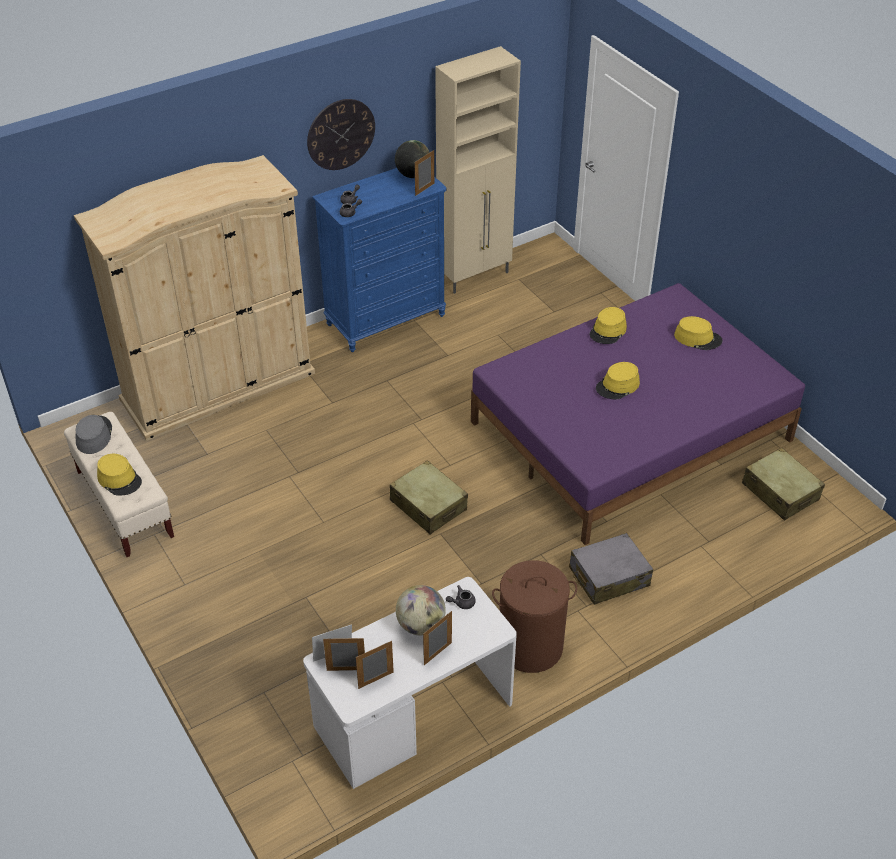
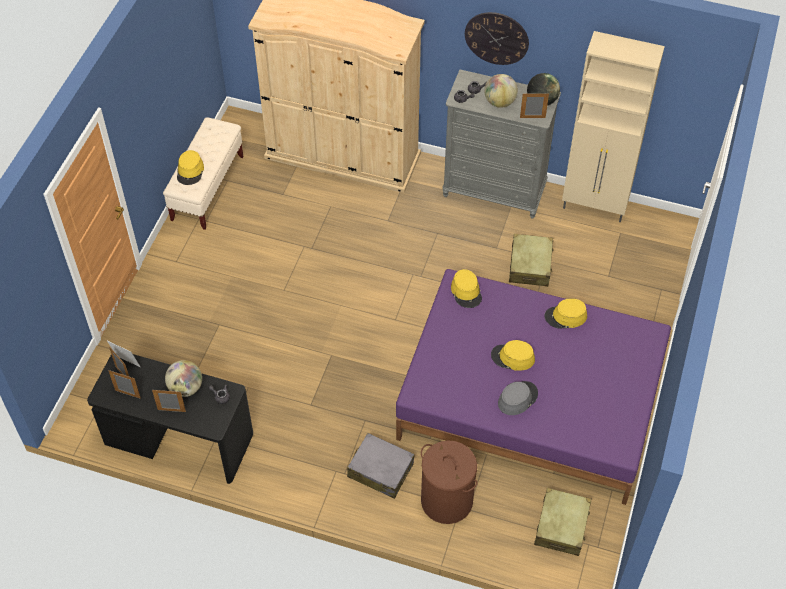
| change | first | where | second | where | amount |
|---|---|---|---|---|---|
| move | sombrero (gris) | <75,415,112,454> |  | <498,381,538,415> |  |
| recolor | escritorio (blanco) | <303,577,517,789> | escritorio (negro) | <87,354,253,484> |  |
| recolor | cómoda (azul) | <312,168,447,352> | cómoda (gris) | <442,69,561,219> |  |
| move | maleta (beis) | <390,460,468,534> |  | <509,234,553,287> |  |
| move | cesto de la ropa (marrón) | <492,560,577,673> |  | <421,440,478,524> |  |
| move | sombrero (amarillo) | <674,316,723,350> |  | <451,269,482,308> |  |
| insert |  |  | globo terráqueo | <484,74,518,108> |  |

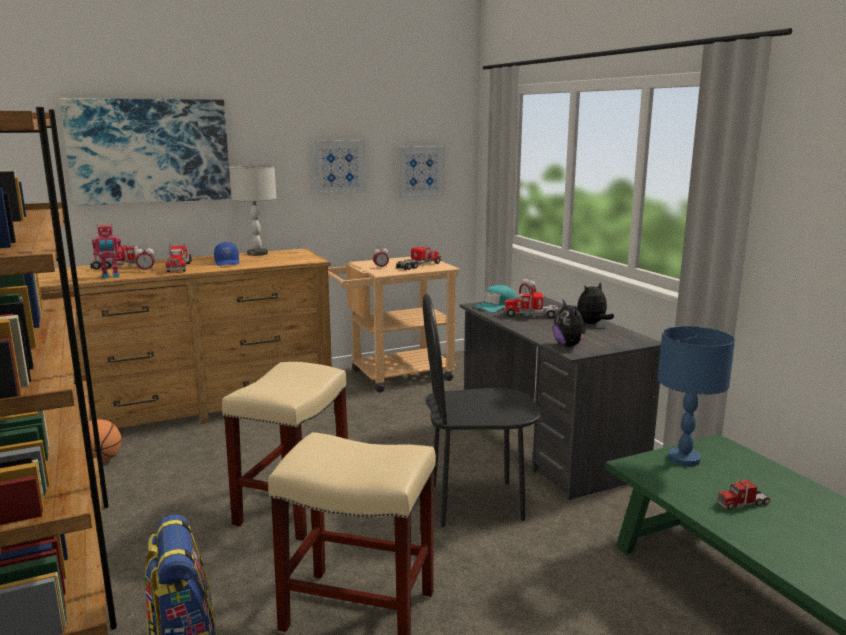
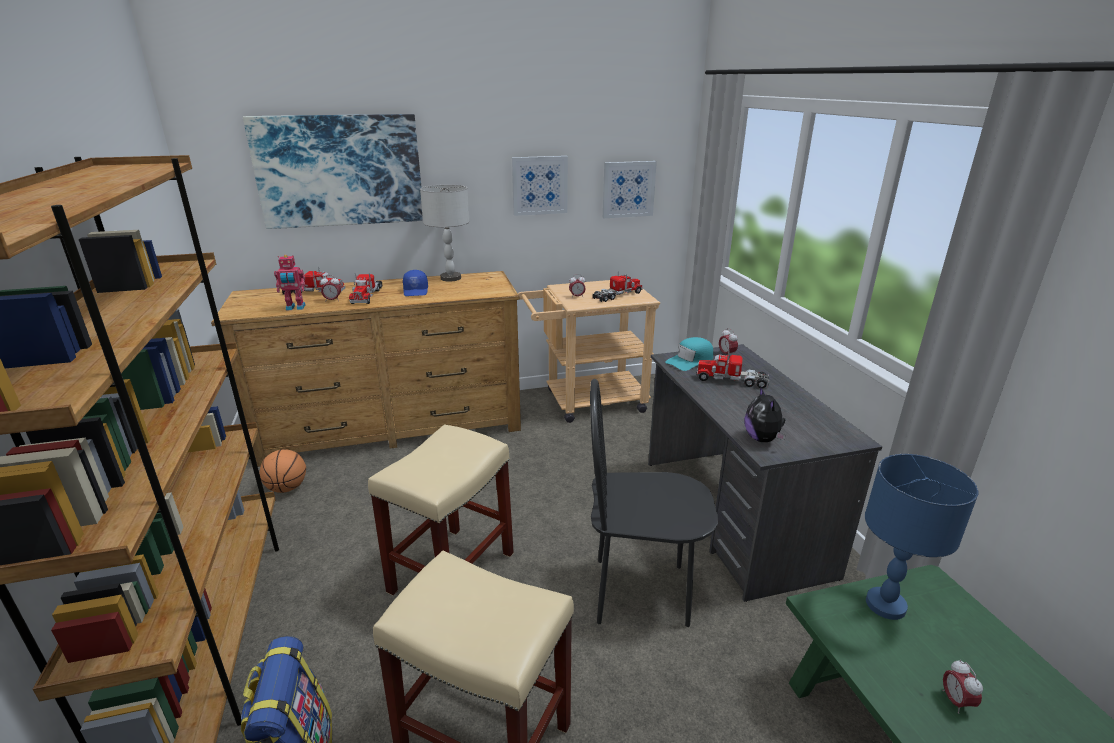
| change | first | where | second | where | amount |
|---|---|---|---|---|---|
| delete | peluche | <577,282,614,324> |  |  |  |
| replace | camión de juguete | <717,477,770,510> | despertador | <942,660,983,714> |  |

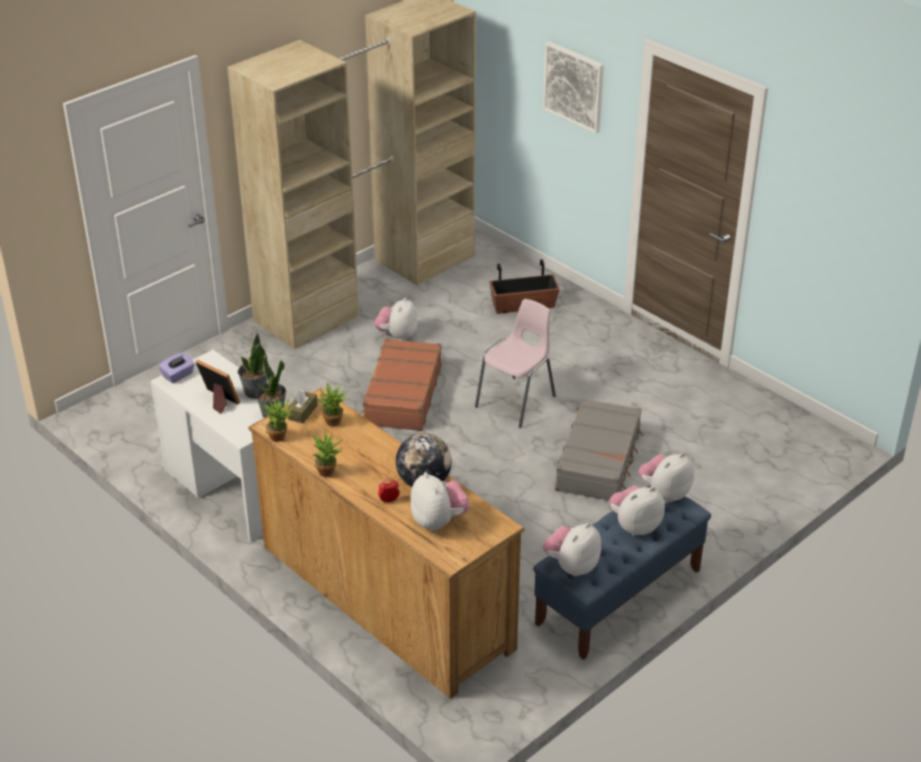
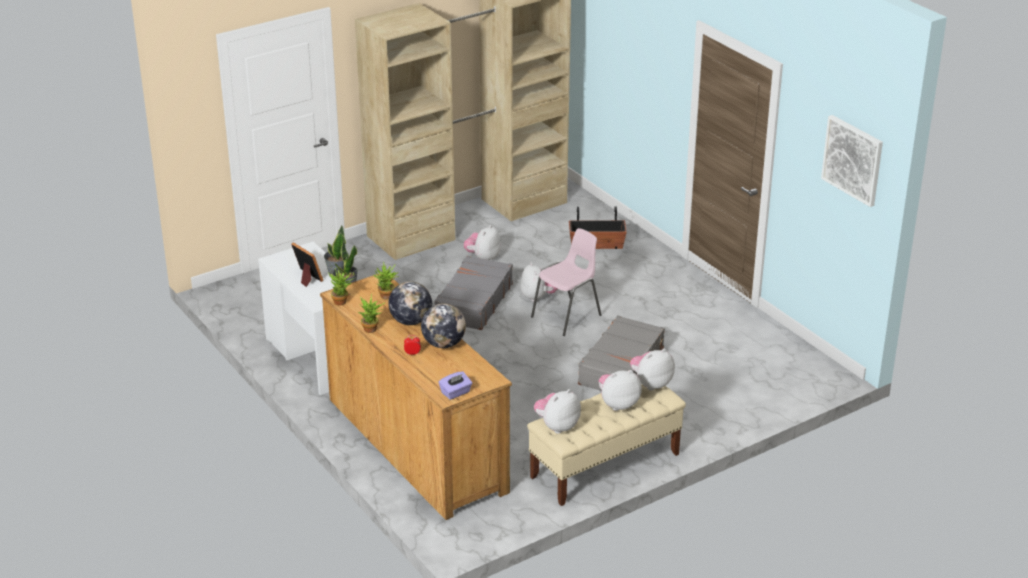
| change | first | where | second | where | amount |
|---|---|---|---|---|---|
| move | caja de pañuelos (morado) | <158,352,195,383> |  | <439,371,472,400> |  |
| delete | caja de pañuelos (marrón) | <287,389,318,424> |  |  |  |
| recolor | maleta (marrón) | <361,338,442,431> | maleta (gris) | <434,256,513,330> |  |
| move | peluche | <411,472,470,531> |  | <521,262,557,302> |  |
| recolor | banco (azul) | <533,484,711,660> | banco (beis) | <527,384,686,506> |  |
| move | cuadro | <543,41,604,134> |  | <821,115,883,207> |  |
| insert |  |  | globo terráqueo | <388,281,432,325> |  |

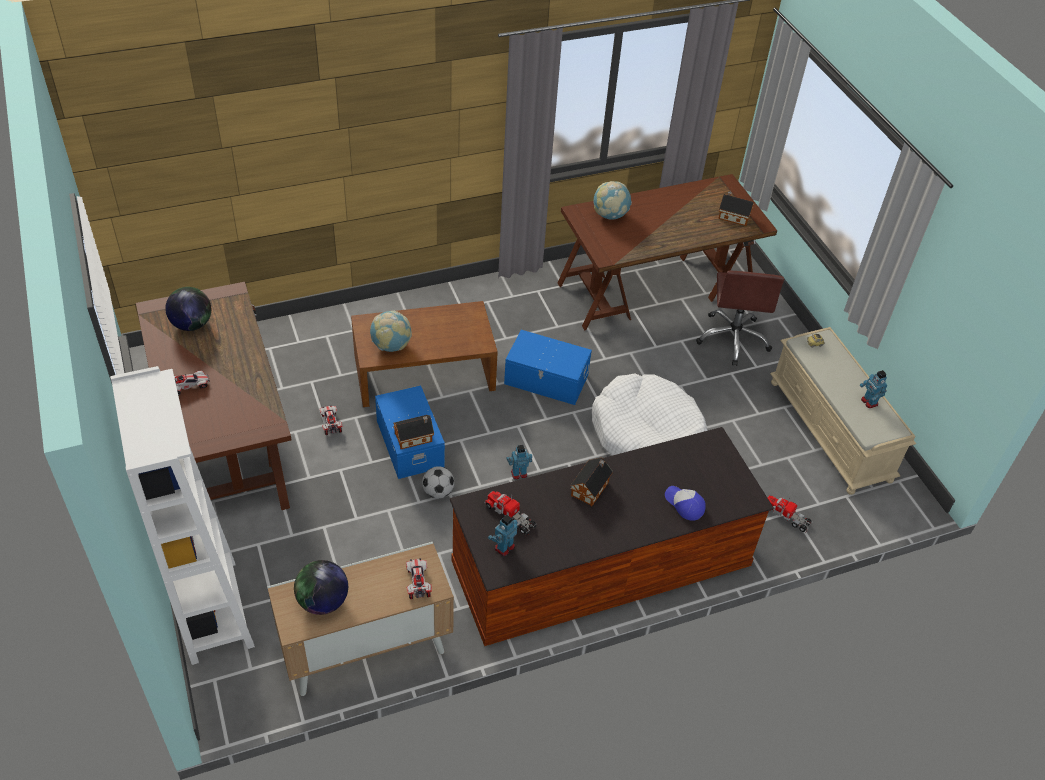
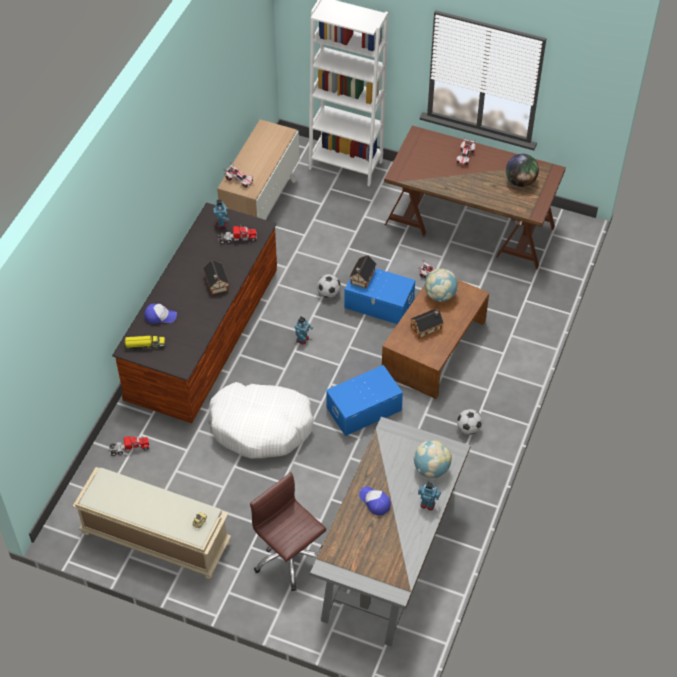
| change | first | where | second | where | amount |
|---|---|---|---|---|---|
| delete | globo terráqueo | <294,560,348,615> |  |  |  |
| recolor | escritorio (marrón) | <558,174,777,330> | escritorio (gris) | <310,417,470,646> |  |
| move | casita | <718,191,754,226> |  | <410,309,444,339> |  |
| move | robot de juguete | <860,370,887,408> |  | <418,482,441,511> |  |
| insert |  |  | camión de juguete | <124,335,165,350> |  |
| insert |  |  | gorra | <359,486,391,515> |  |
| insert |  |  | balón de fútbol | <457,409,483,435> |  |

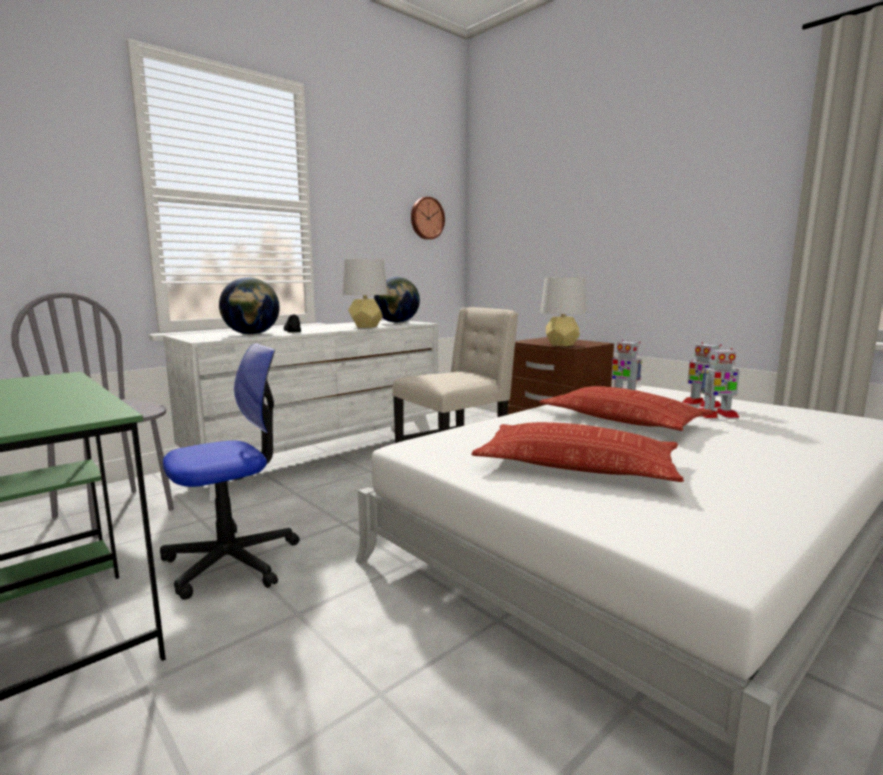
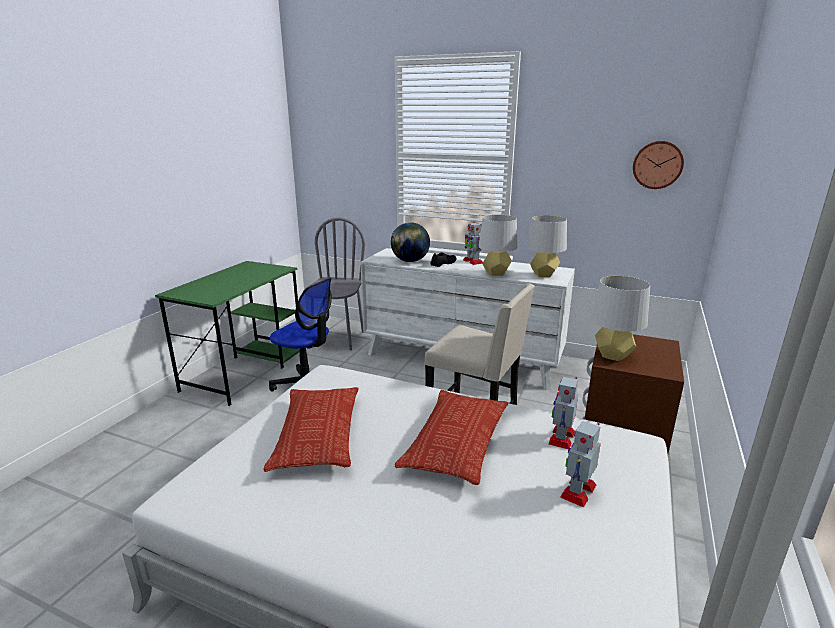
| change | first | where | second | where | amount |
|---|---|---|---|---|---|
| replace | globo terráqueo | <374,277,420,323> | lámpara de mesa (gris) | <527,215,567,277> |  |
| move | robot de juguete | <699,348,740,418> |  | <463,222,483,265> |  |

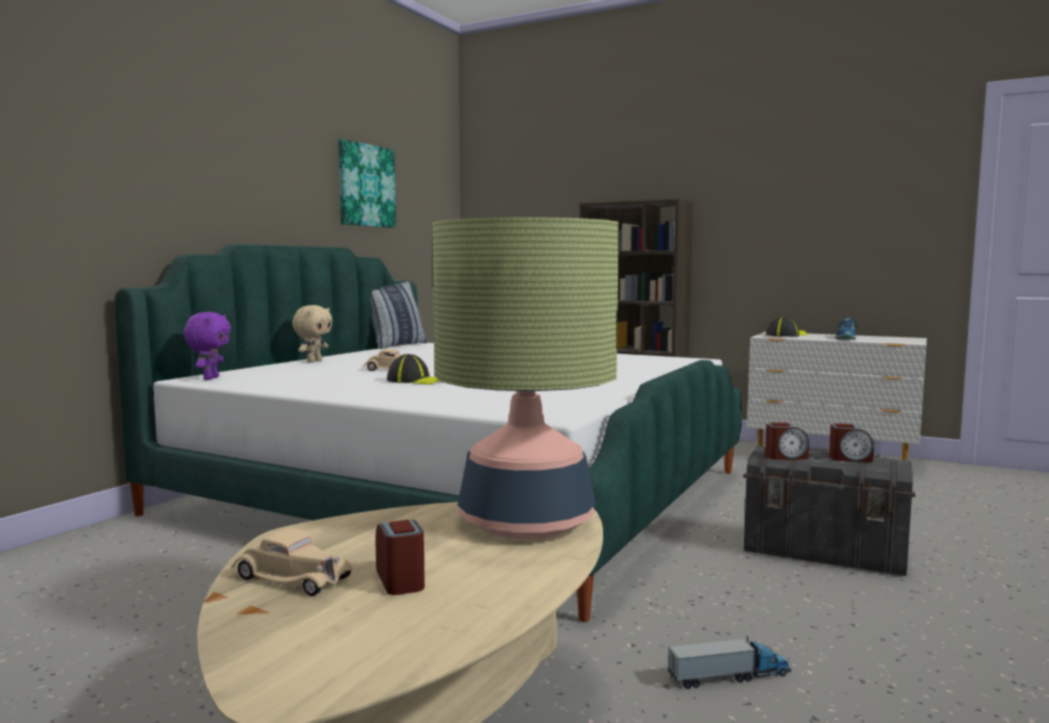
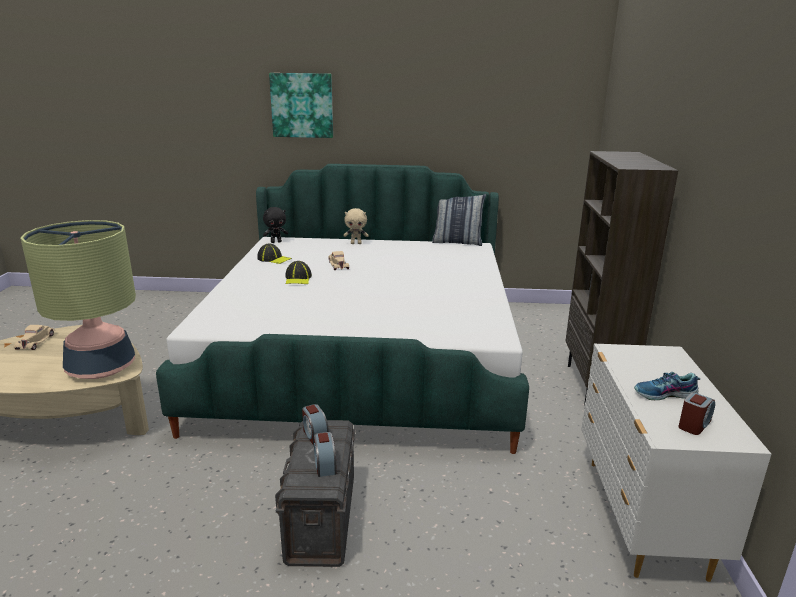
| change | first | where | second | where | amount |
|---|---|---|---|---|---|
| recolor | peluche (morado) | <184,312,231,380> | peluche (negro) | <263,207,288,243> |  |
| move | cuadro | <338,139,396,228> |  | <269,73,333,138> |  |
| move | despertador | <376,520,425,595> |  | <679,392,715,435> |  |
| delete | camión de juguete | <668,635,791,689> |  |  |  |
| move | gorra | <766,316,808,337> |  | <257,244,292,264> |  |

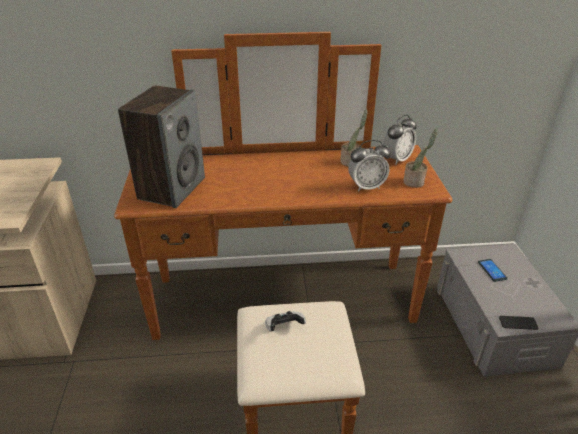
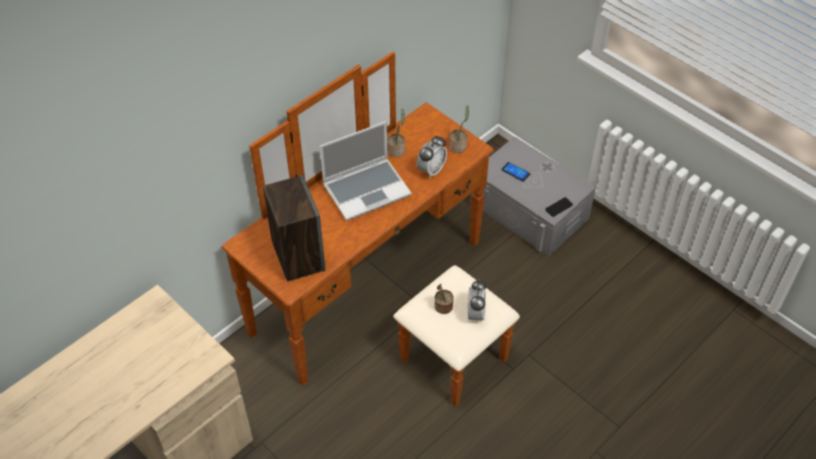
| change | first | where | second | where | amount |
|---|---|---|---|---|---|
| replace | mando de consola | <265,311,306,332> | planta en maceta | <434,284,454,314> |  |
| move | despertador | <383,114,417,165> |  | <468,279,486,323> |  |
| insert |  |  | portátil | <320,121,412,221> |  |

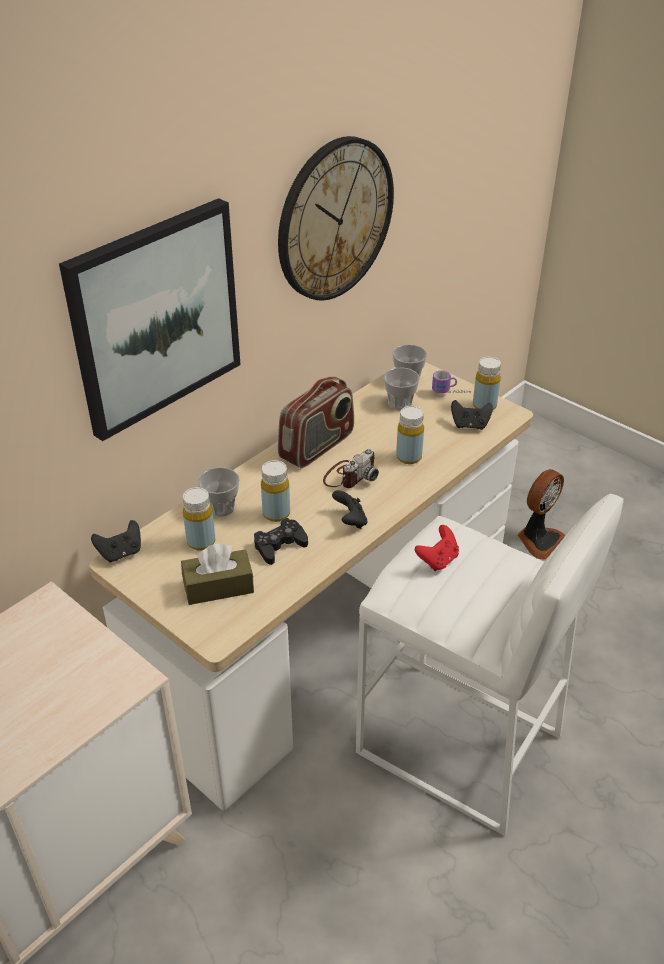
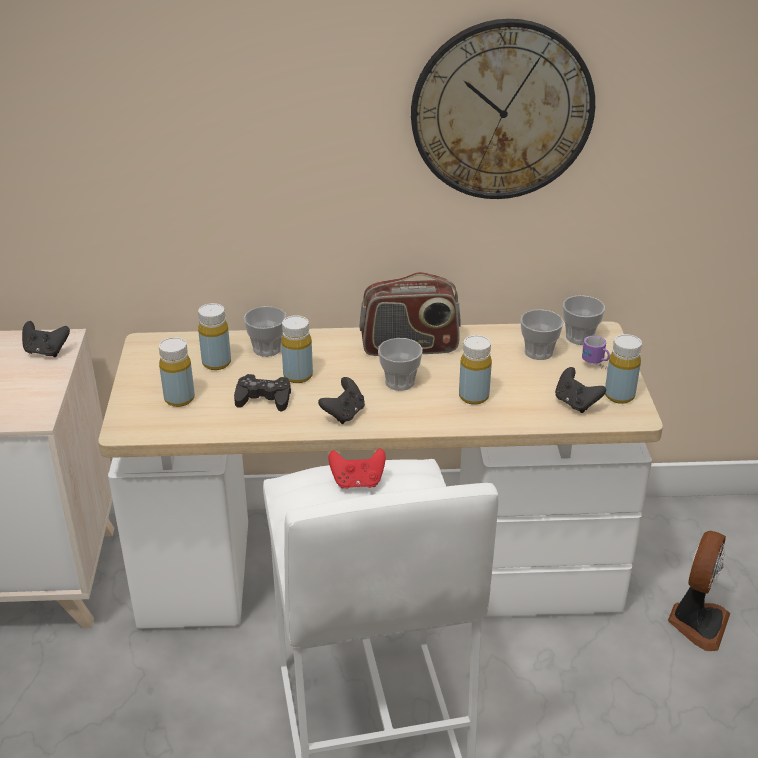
| change | first | where | second | where | amount |
|---|---|---|---|---|---|
| delete | cuadro | <59,198,240,441> |  |  |  |
| move | mando de consola (negro) | <91,520,141,562> |  | <22,321,70,357> |  |
| replace | caja de pañuelos (marrón) | <181,544,254,605> | botella (amarillo) | <159,337,195,407> |  |
| replace | cámara | <323,449,379,488> | taza | <378,338,423,391> |  |
| rotate | ventilador | <517,469,565,560> |  | <668,531,730,651> | 60 degrees counterclockwise |

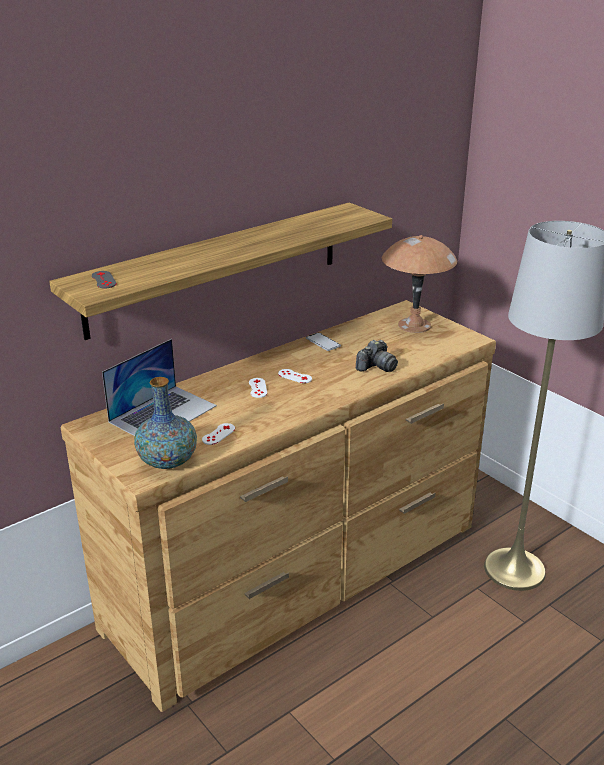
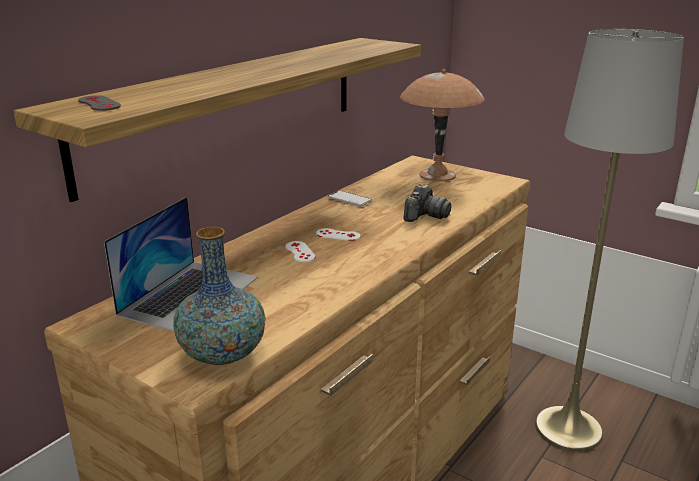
| change | first | where | second | where | amount |
|---|---|---|---|---|---|
| delete | mando de consola (blanco) | <202,423,235,445> |  |  |  |

